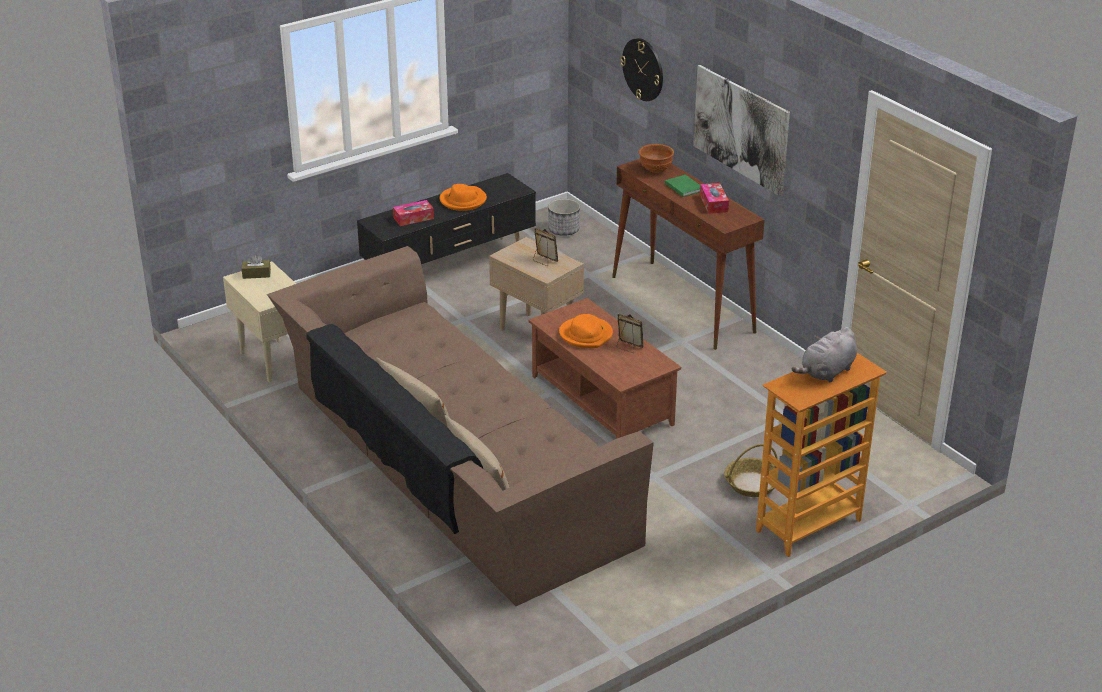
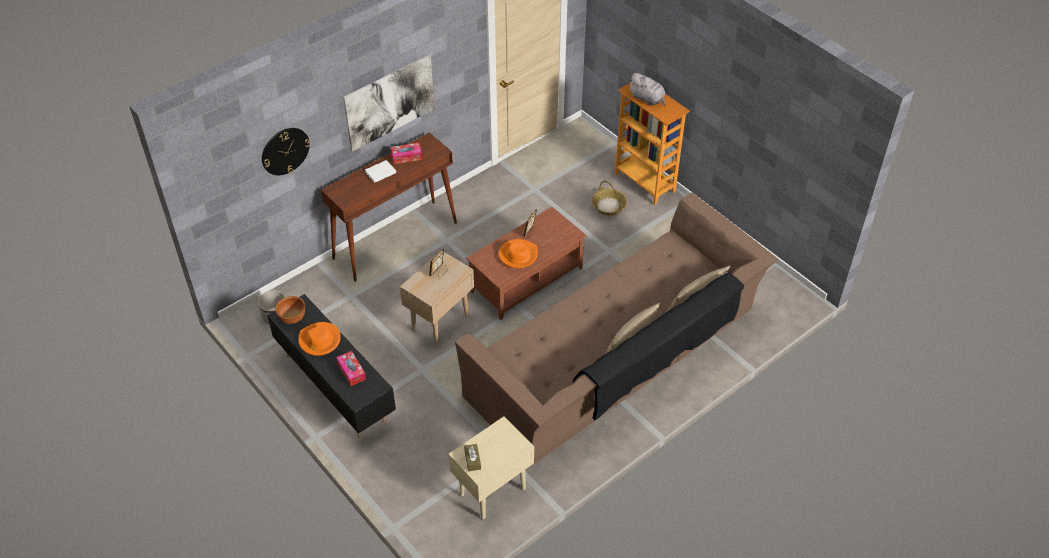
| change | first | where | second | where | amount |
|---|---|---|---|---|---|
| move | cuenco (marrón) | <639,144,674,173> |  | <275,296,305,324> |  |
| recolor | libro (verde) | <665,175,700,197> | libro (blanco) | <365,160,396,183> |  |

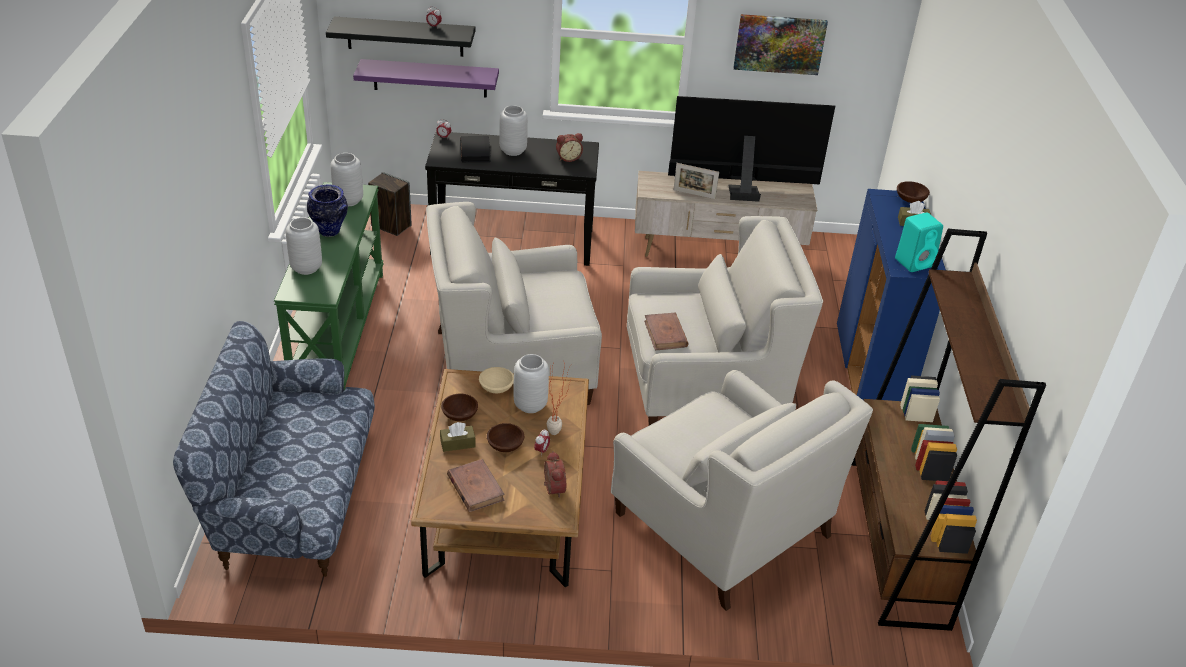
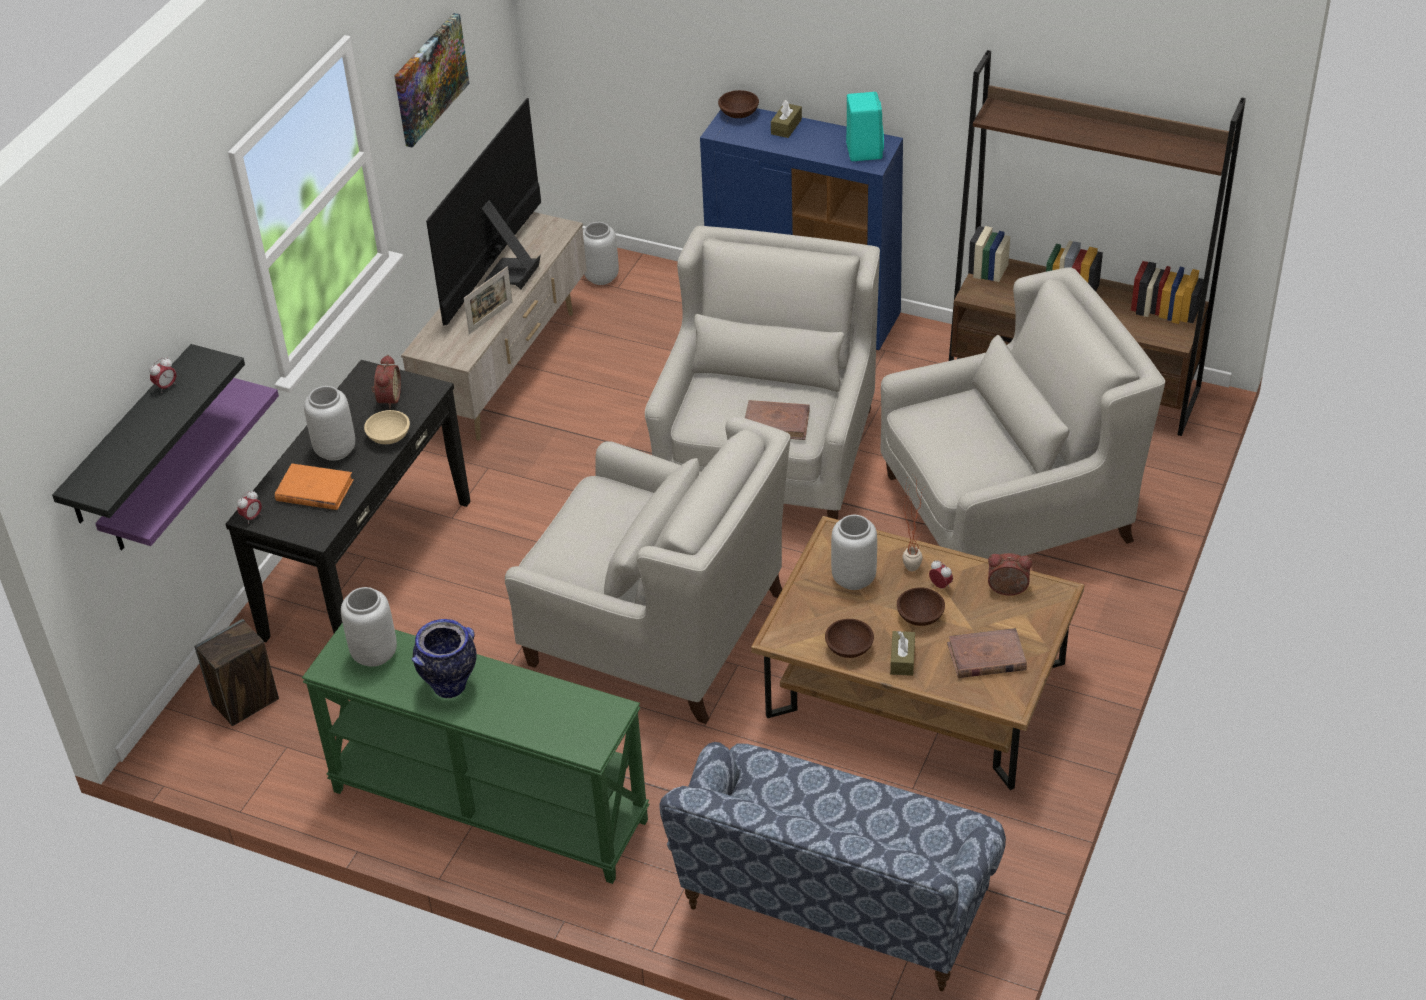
| change | first | where | second | where | amount |
|---|---|---|---|---|---|
| move | florero (gris) | <286,217,322,275> |  | <583,222,619,285> |  |
| rotate | sillón (blanco) | <426,202,602,405> |  | <505,416,791,724> | 75 degrees counterclockwise |
| recolor | libro (negro) | <460,136,491,162> | libro (naranja) | <275,463,354,510> |  |
| move | cuenco (beis) | <479,367,514,393> |  | <364,410,410,444> |  |

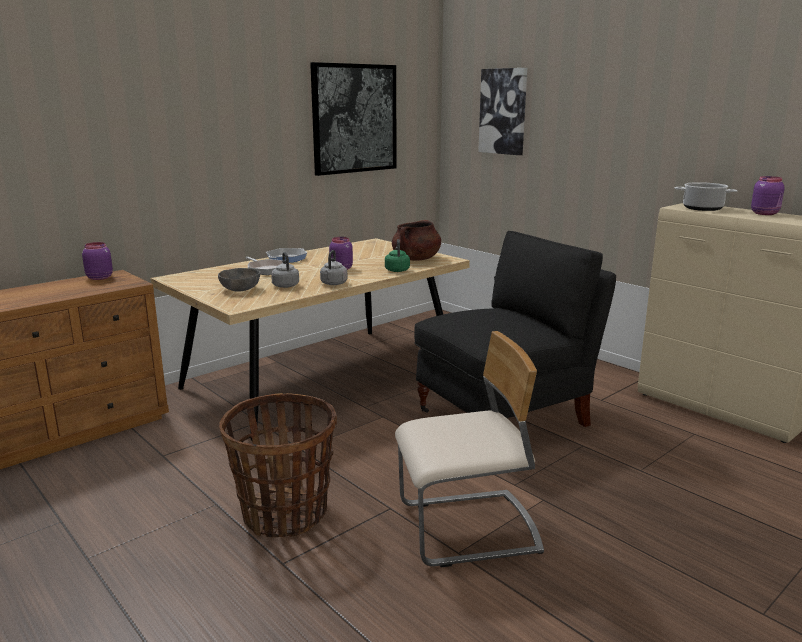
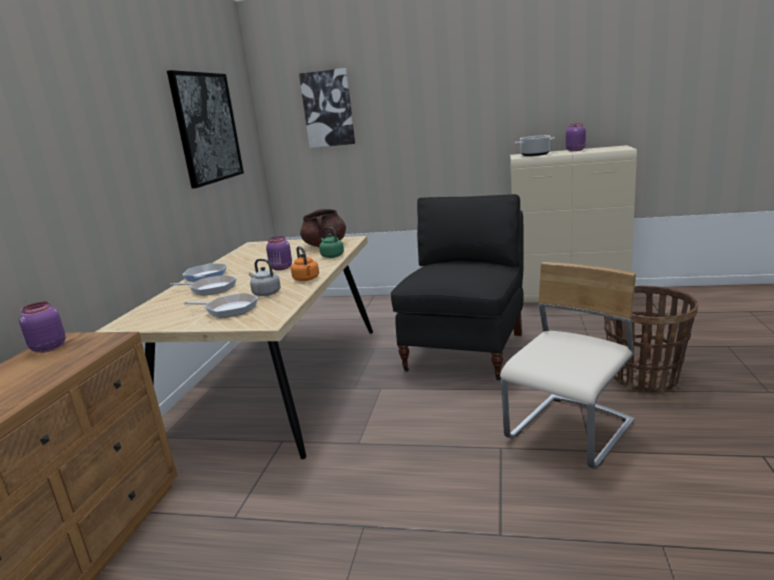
| change | first | where | second | where | amount |
|---|---|---|---|---|---|
| replace | cuenco (gris) | <218,268,261,292> | sartén | <184,293,258,318> |  |
| move | cesta | <219,393,337,538> |  | <604,286,698,393> |  |
| recolor | hervidor (gris) | <320,250,347,285> | hervidor (naranja) | <291,246,319,281> |  |

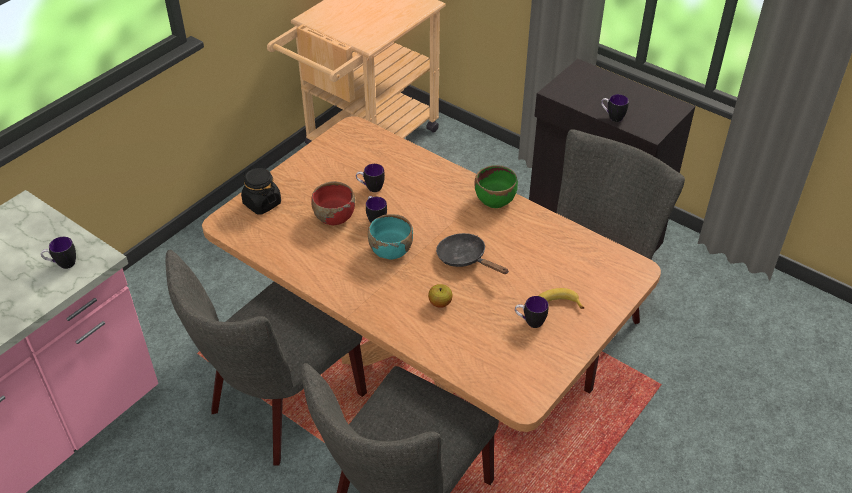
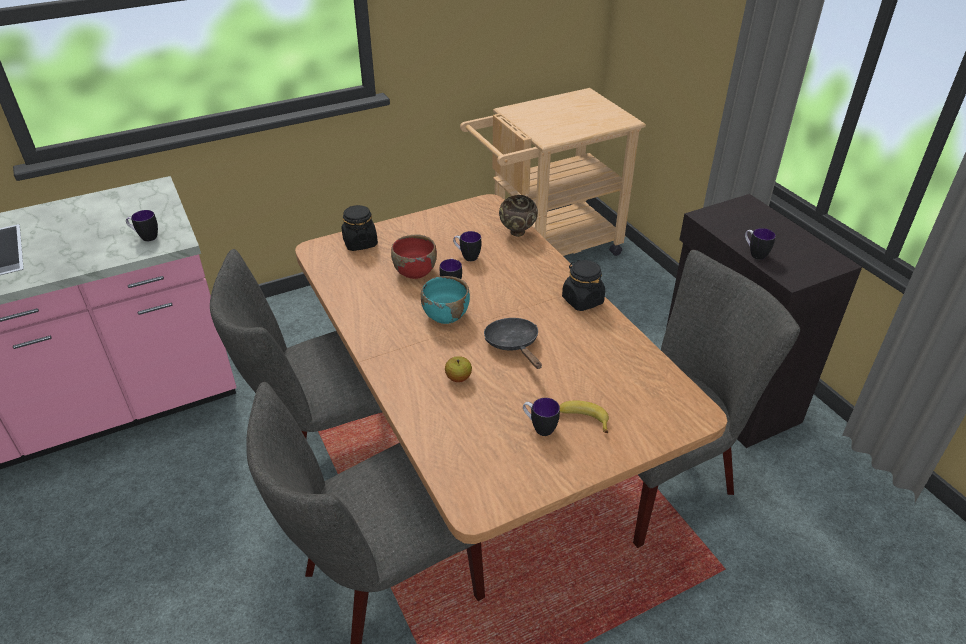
| change | first | where | second | where | amount |
|---|---|---|---|---|---|
| replace | cuenco (verde) | <474,165,518,208> | tarro (negro) | <562,260,605,311> |  |
| insert |  |  | cuenco (marrón) | <499,195,538,237> |  |

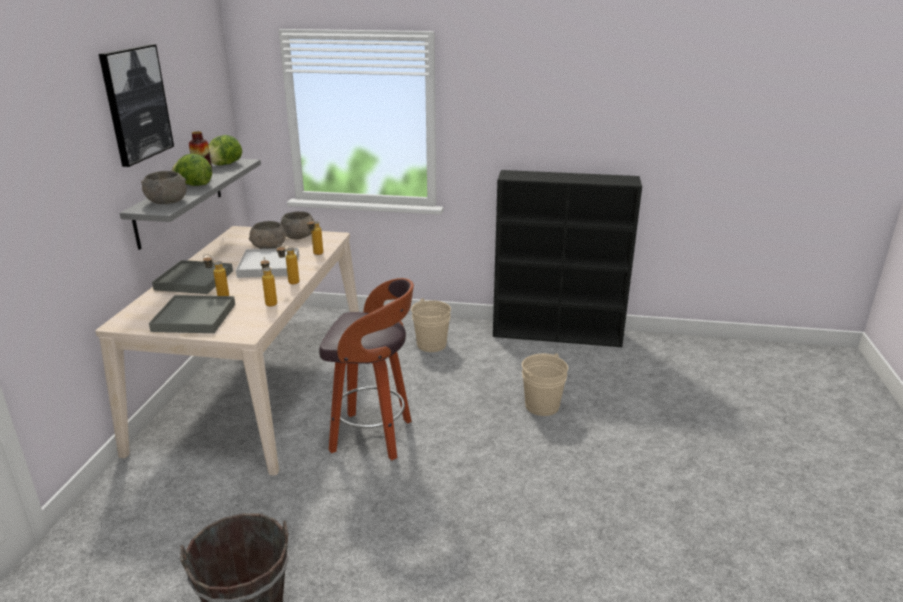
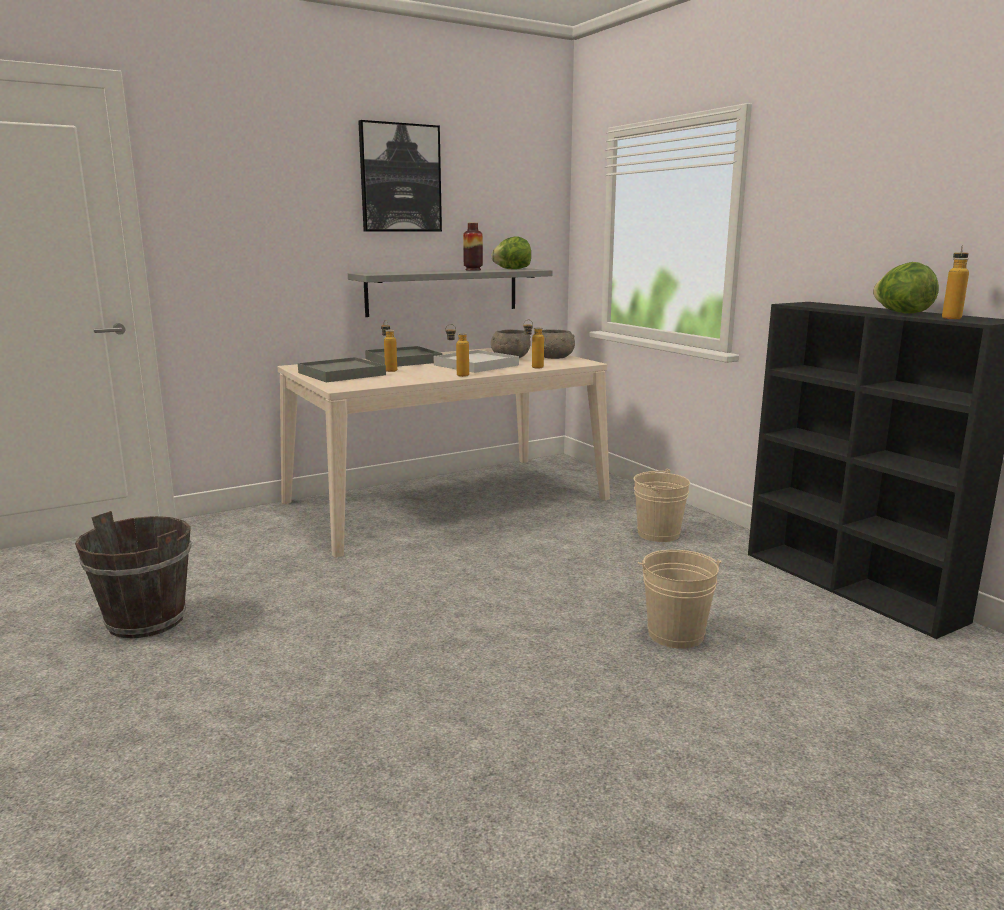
| change | first | where | second | where | amount |
|---|---|---|---|---|---|
| delete | cuenco (gris) | <141,171,187,204> |  |  |  |
| move | lechuga | <172,154,212,186> |  | <873,262,939,314> |  |
| move | botella | <260,257,277,307> |  | <942,244,969,319> |  |
| delete | taburete | <319,278,414,461> |  |  |  |

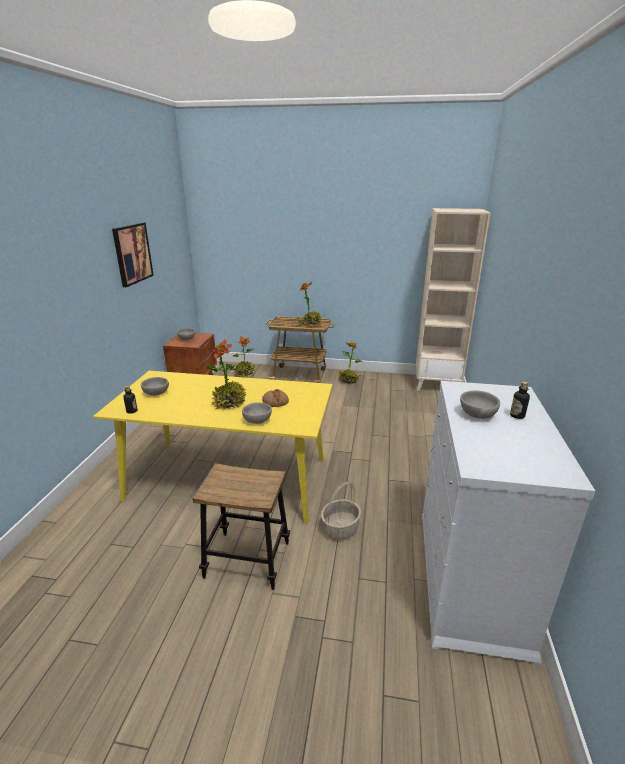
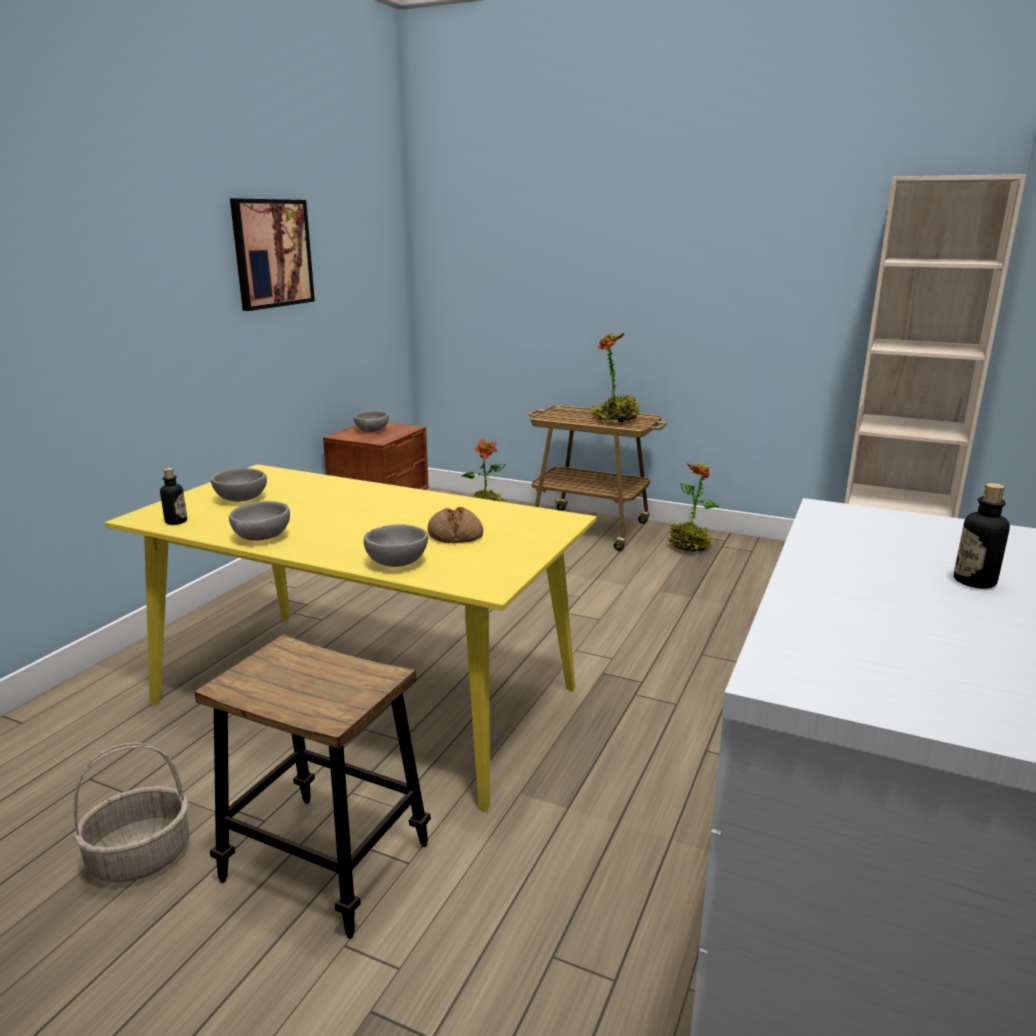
| change | first | where | second | where | amount |
|---|---|---|---|---|---|
| delete | planta en maceta | <206,339,246,409> |  |  |  |
| move | cesta | <321,482,361,540> |  | <74,743,189,883> |  |
| move | cuenco (gris) | <460,391,500,419> |  | <229,501,290,541> |  |

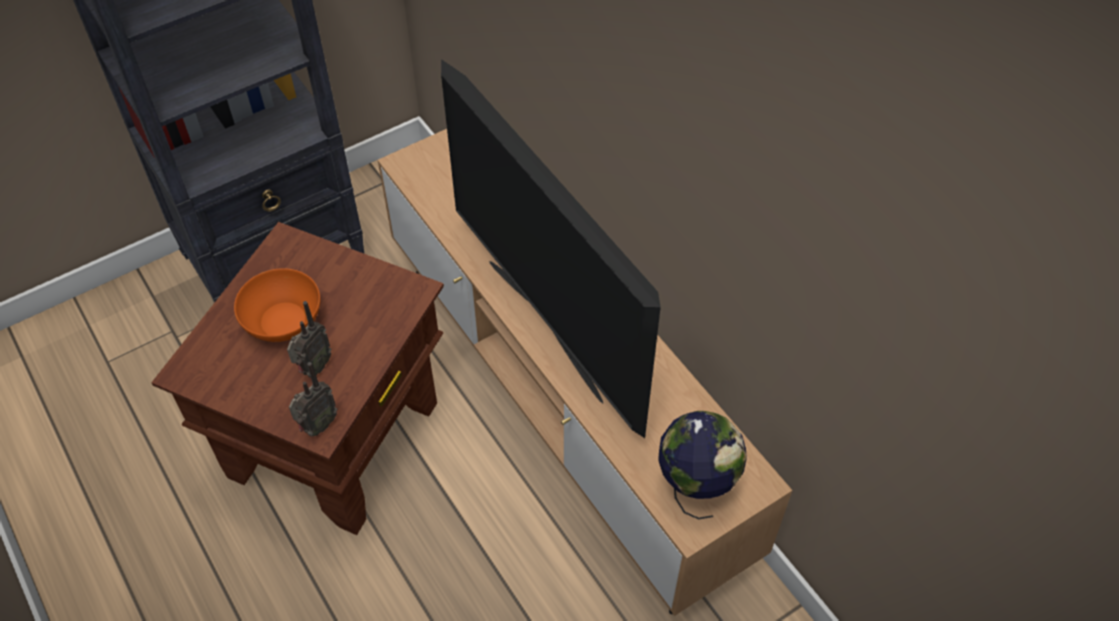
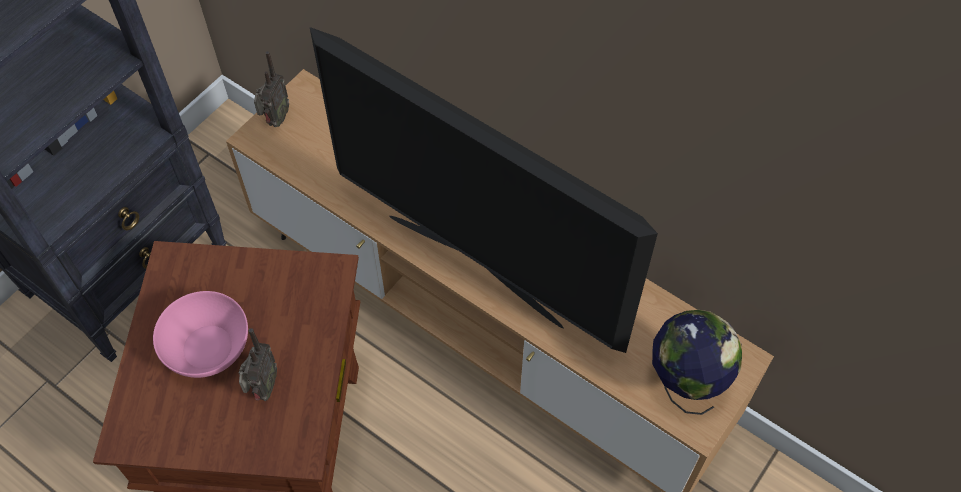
| change | first | where | second | where | amount |
|---|---|---|---|---|---|
| recolor | cuenco (naranja) | <234,268,320,342> | cuenco (rosa) | <153,291,248,378> |  |
| move | radio | <289,362,337,436> |  | <254,51,289,127> |  |

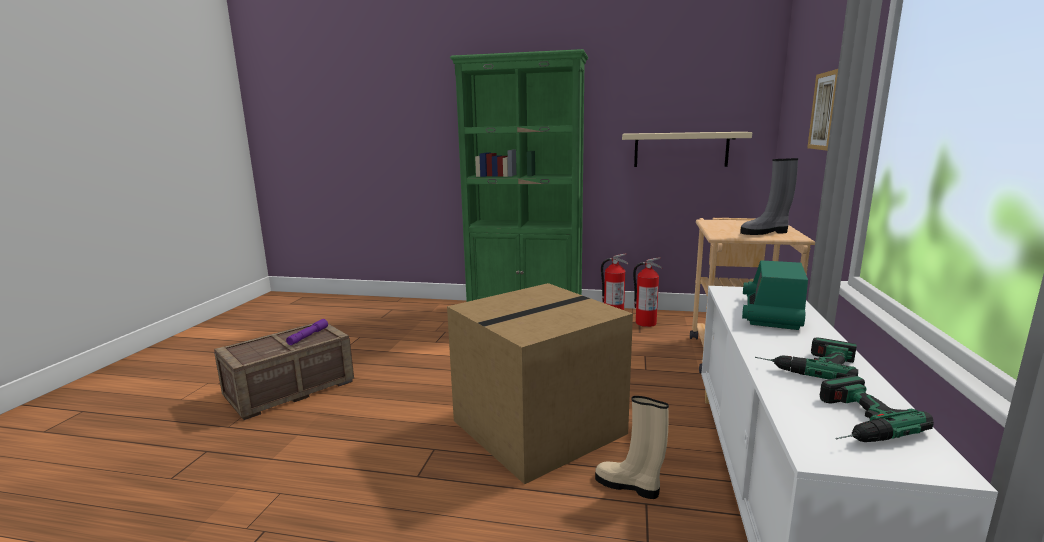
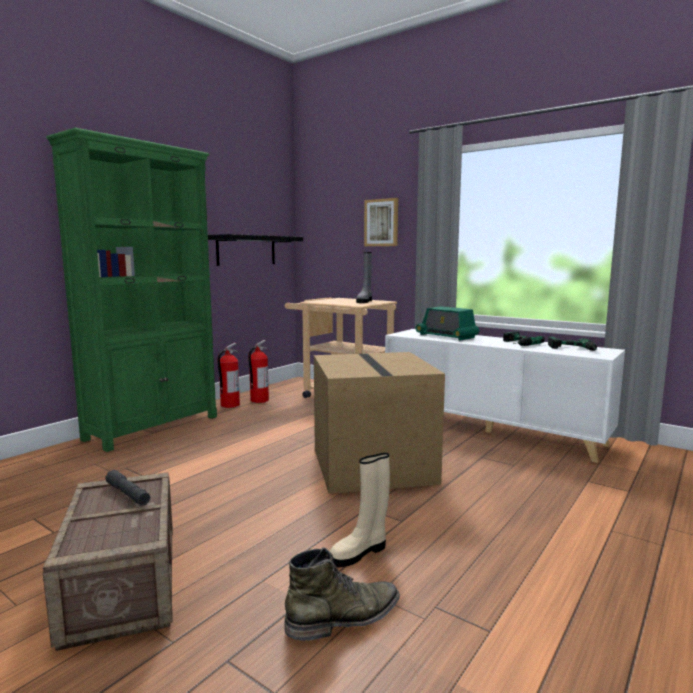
| change | first | where | second | where | amount |
|---|---|---|---|---|---|
| recolor | linterna (morado) | <286,319,328,345> | linterna (gris) | <105,470,150,506> |  |
| move | bota (beis) | <595,396,669,499> |  | <330,452,390,567> |  |
| recolor | estante (beis) | <622,132,752,167> | estante (negro) | <208,234,303,266> |  |
| insert |  |  | bota (verde) | <284,547,400,641> |  |

